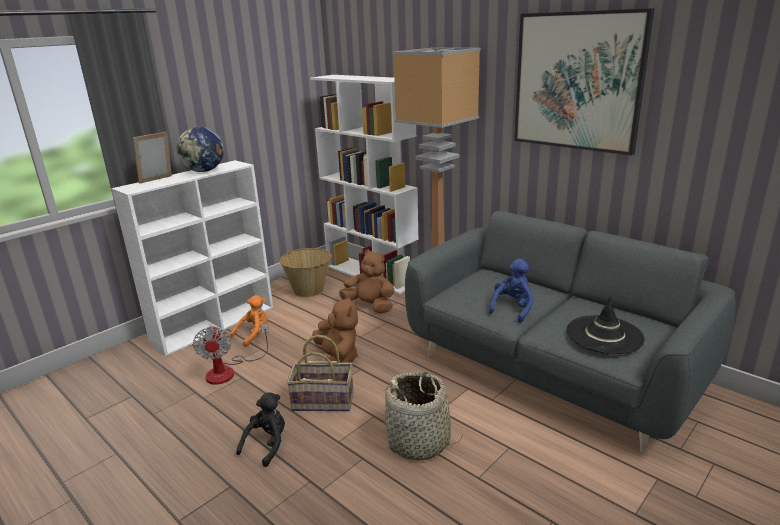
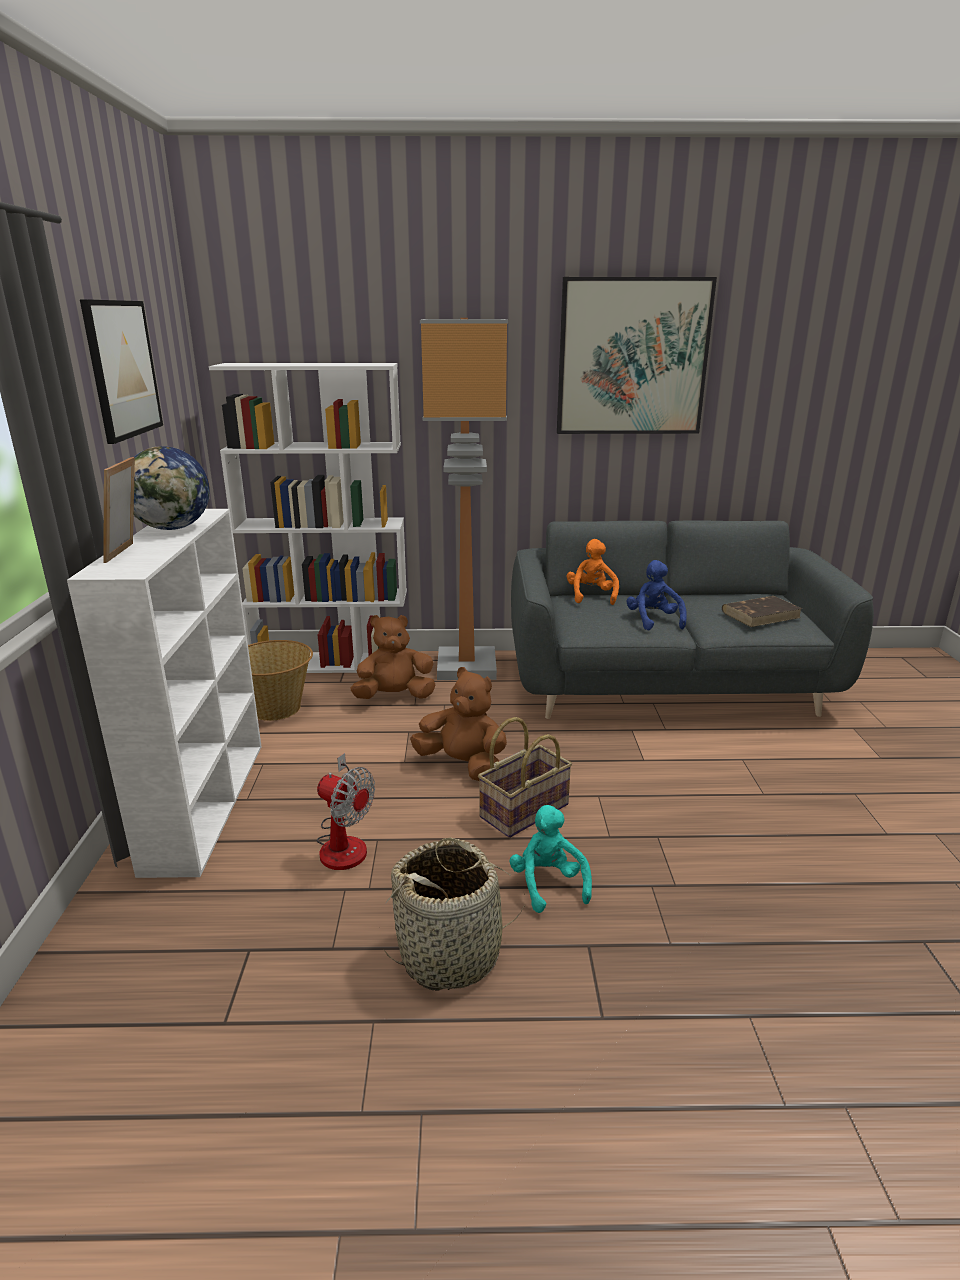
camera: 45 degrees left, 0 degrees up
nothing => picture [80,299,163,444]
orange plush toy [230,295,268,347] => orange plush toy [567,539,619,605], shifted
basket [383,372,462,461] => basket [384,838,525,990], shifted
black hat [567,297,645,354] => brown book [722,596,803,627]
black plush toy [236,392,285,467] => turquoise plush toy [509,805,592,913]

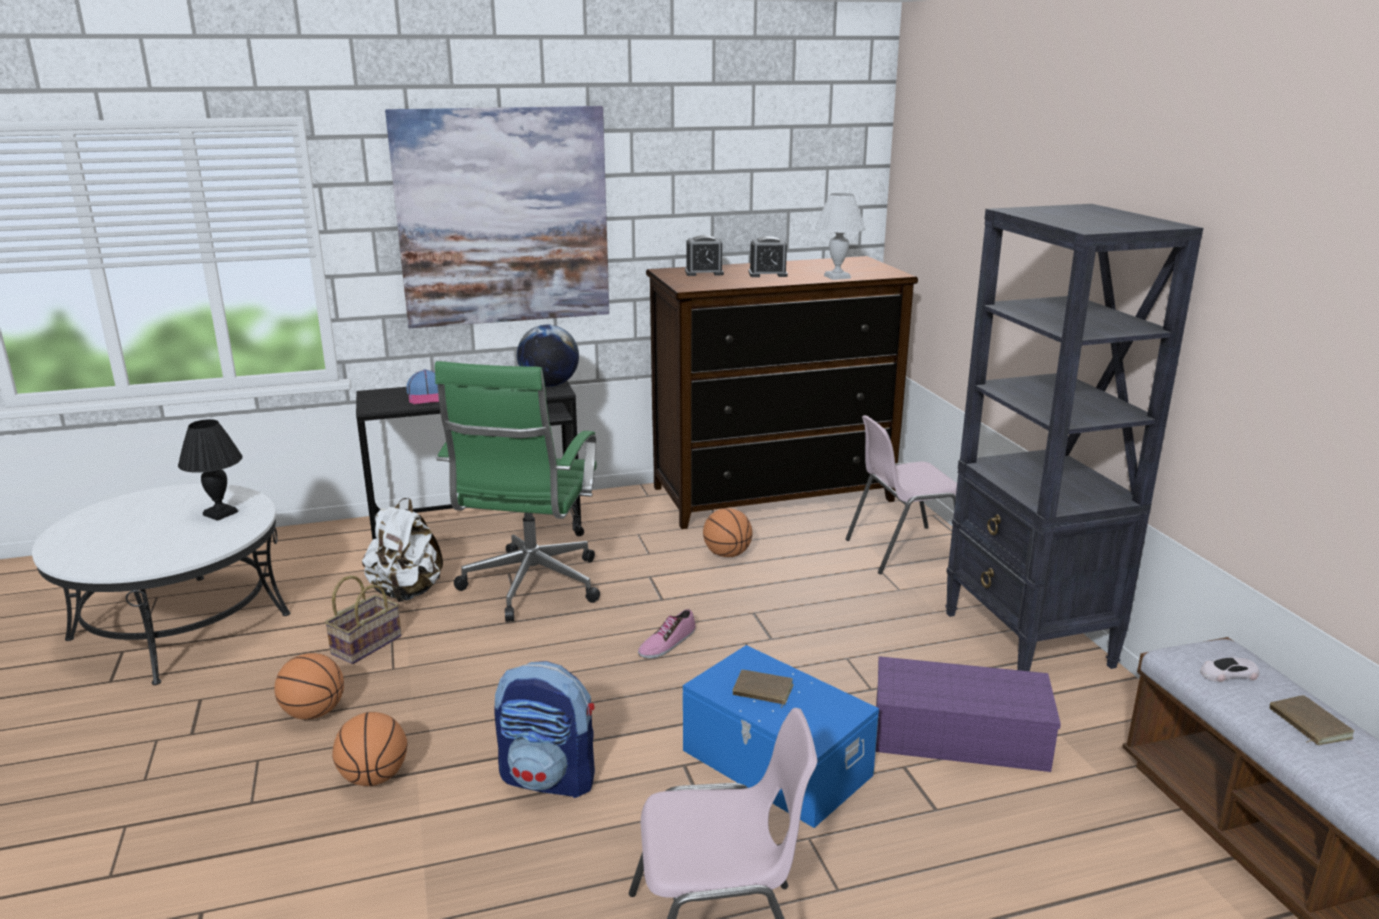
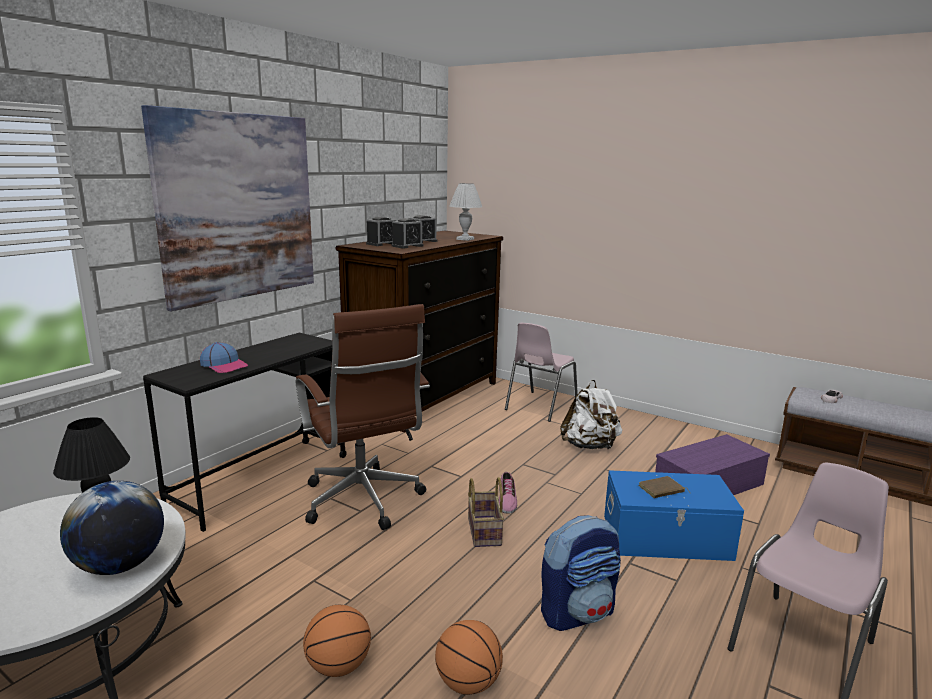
camera: 40 degrees left, 5 degrees down
basketball [703,508,753,557] => nothing
black bookcase [945,204,1203,671] => nothing
brown book [1270,695,1354,745] => nothing
nothing => alarm clock [391,218,423,248]
basket [325,575,402,664] => basket [468,477,504,547], shifted
white backpack [362,497,443,602] => white backpack [560,380,622,449], shifted
globe [517,324,579,387] => globe [60,481,164,575], shifted
green office chair [435,361,600,622] => brown office chair [296,304,430,530]

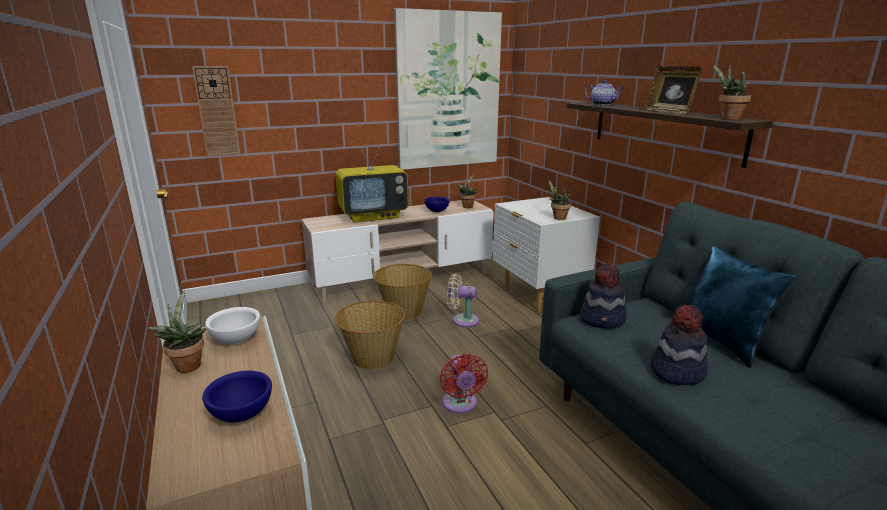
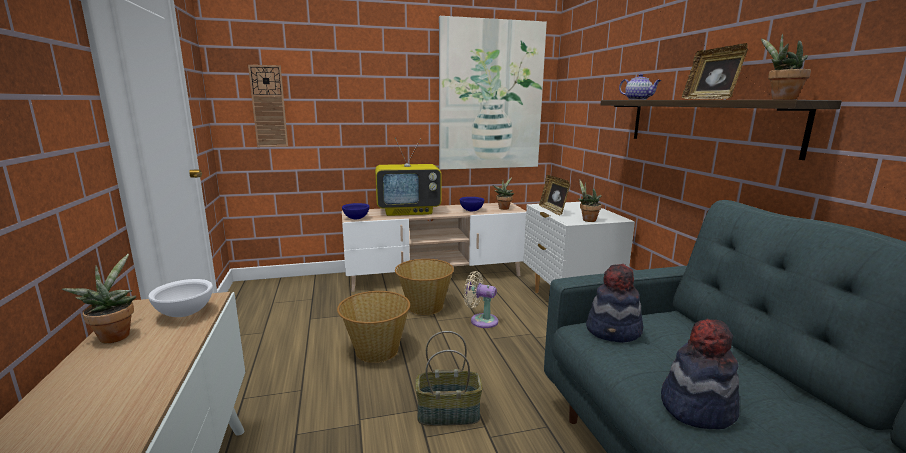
camera: 10 degrees right, 5 degrees down
blue pillow [687,246,795,368] => nothing
nothing => picture frame [539,175,570,216]
blue bowl [202,371,272,423] => blue bowl [342,203,370,219], shifted
red fan [440,354,488,414] => basket [416,331,483,426]

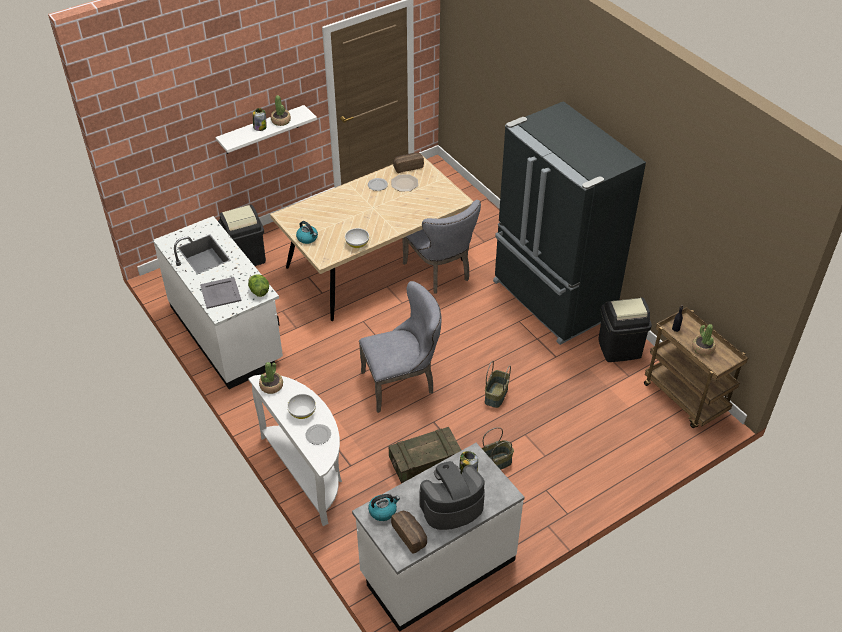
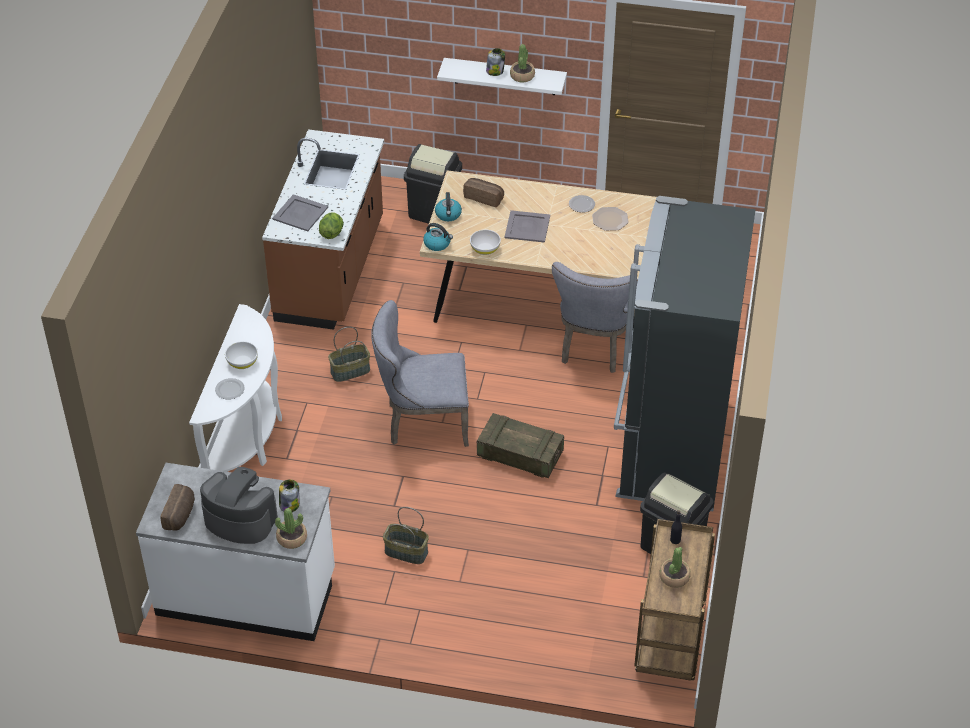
camera: 45 degrees right, 0 degrees up
nothing => grey tray [505,210,550,243]
potted plant [259,362,283,394] => potted plant [275,508,307,549], shifted
kettle [368,494,400,521] => kettle [423,223,453,251], shifted
crate [389,427,462,483] => crate [477,413,564,478], shifted
bread [393,153,424,173] => bread [463,178,504,207], shifted
basket [485,360,511,408] => basket [328,327,370,382], shifted
white counter [153,216,283,389] => brown counter [262,129,384,330]
grey chair [359,281,442,413] => grey chair [371,300,469,447], 150 degrees clockwise

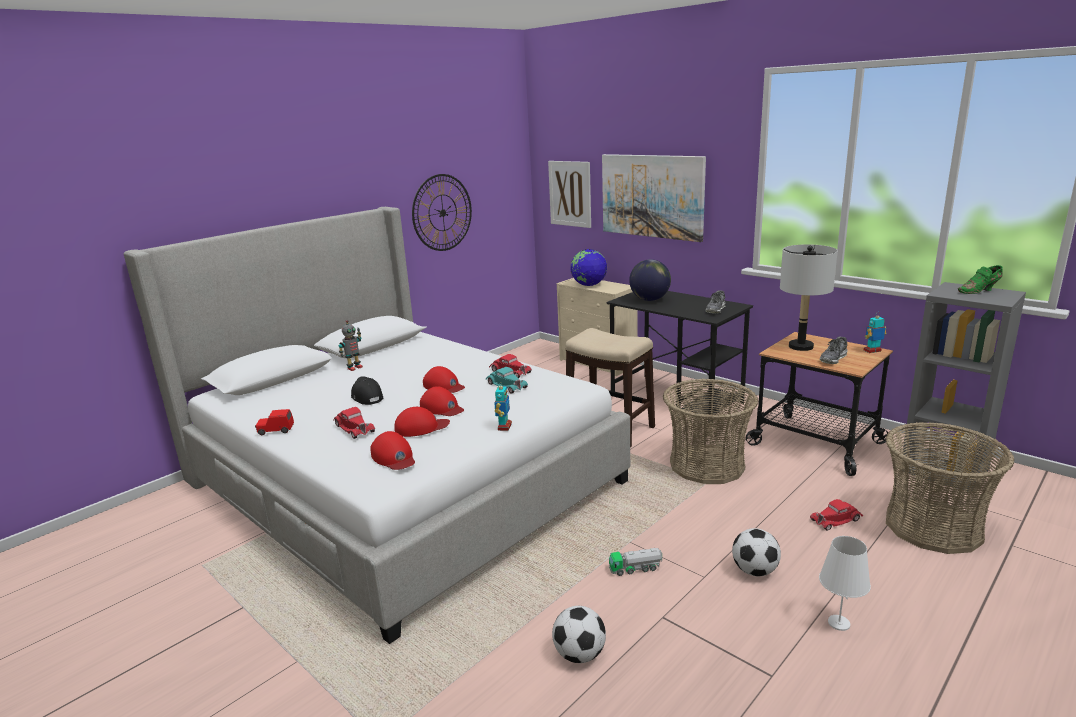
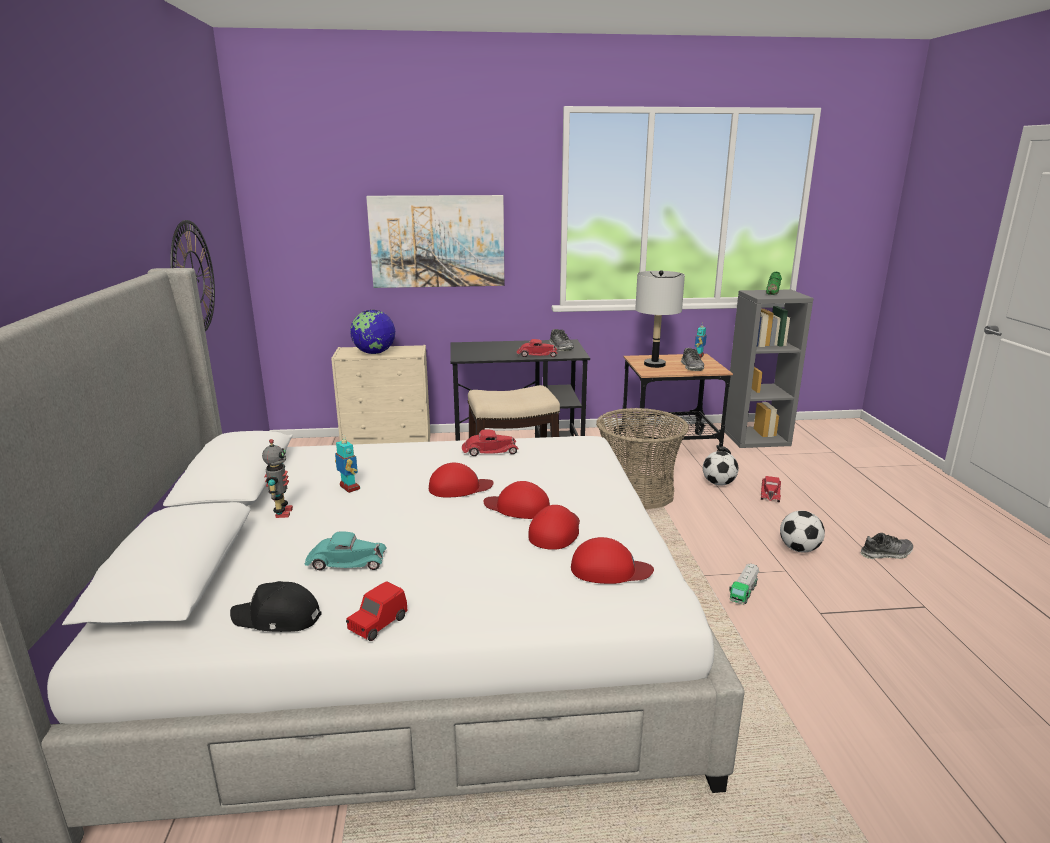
camera: 50 degrees left, 0 degrees up
picture [548,161,591,228] => nothing
globe [629,259,671,301] => nothing
basket [886,422,1015,554] => nothing
red toy car [333,407,375,439] => red toy car [517,339,558,357], shifted
black cap [351,376,383,405] => black cap [230,581,322,632], shifted
turquoise toy car [485,367,528,394] => turquoise toy car [305,531,387,570], shifted
toy robot [494,381,512,431] => toy robot [335,434,360,493], shifted
football [552,606,606,663] => football [703,451,738,486], shifted
white table lamp [819,536,871,631] => shoe [861,533,913,559]
red cap [420,386,464,416] => red cap [483,481,550,519], 150 degrees counterclockwise

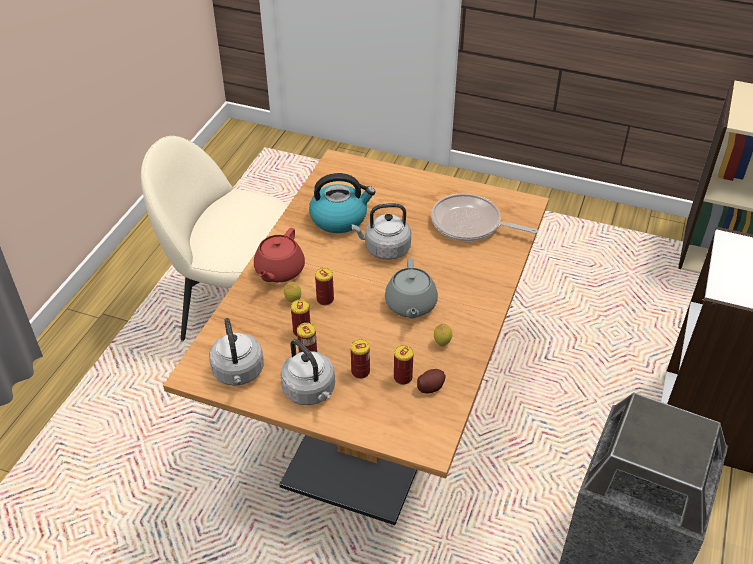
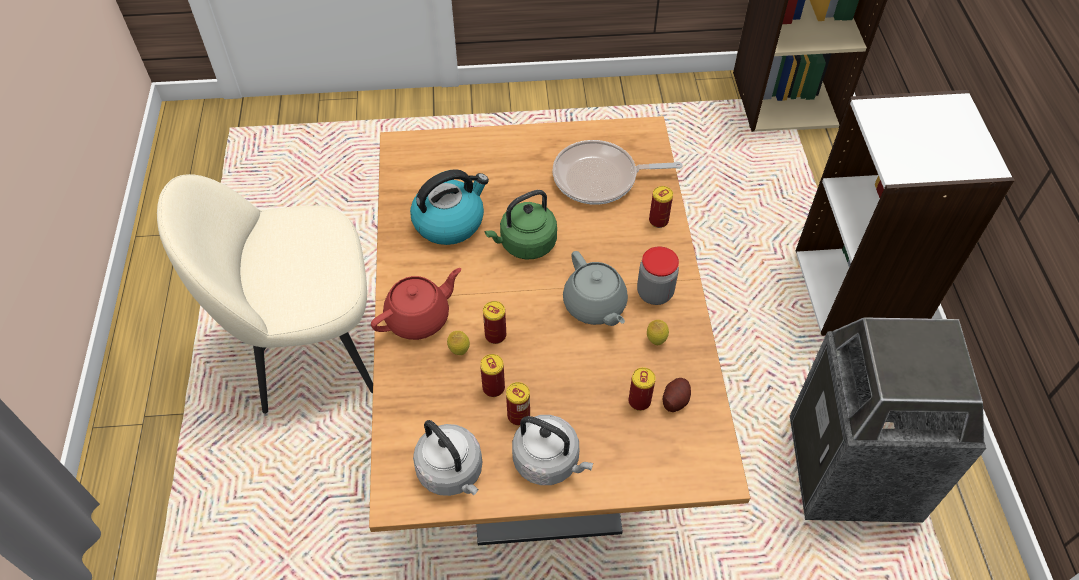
camera: 25 degrees left, 10 degrees up
nothing => jar [637,246,679,305]
can [351,339,370,379] => can [649,186,673,228], shifted
grey kettle [351,203,411,260] => green kettle [485,190,557,260]
red teapot [254,228,305,282] => red teapot [371,268,461,340], 120 degrees counterclockwise

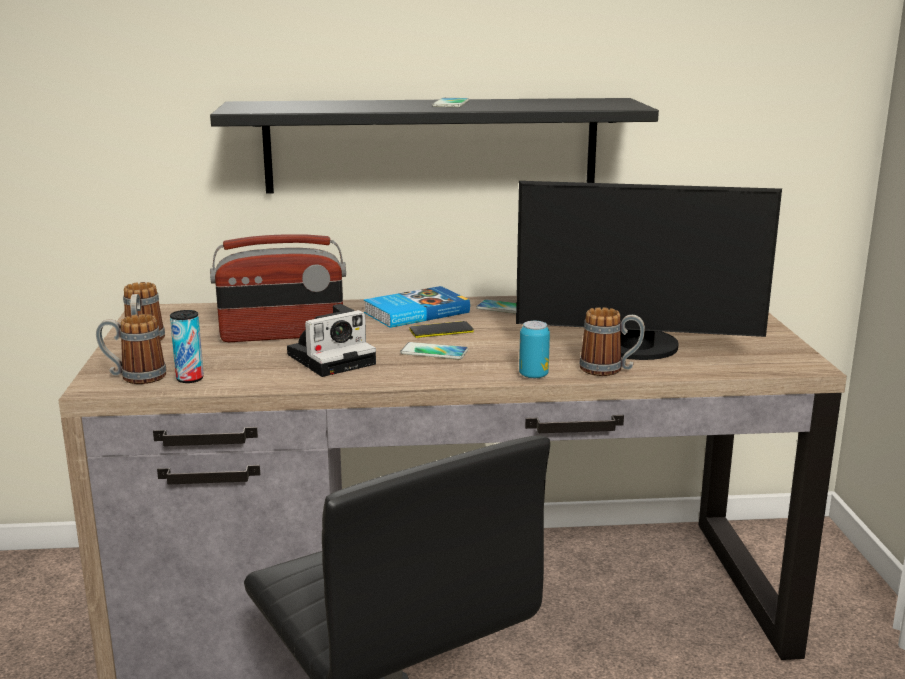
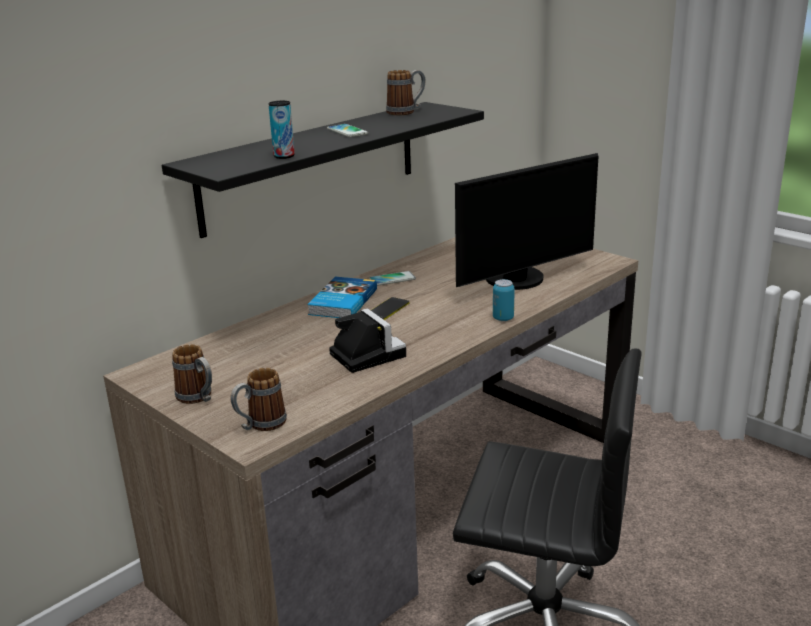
camera: 40 degrees left, 5 degrees up
radio [210,234,346,342] => nothing
phone [400,342,468,360] => nothing
can [170,310,204,383] => can [268,101,295,159], shifted
mug [579,307,645,376] => mug [386,70,425,116], shifted
photo camera [287,304,376,377] => photo camera [329,308,406,373], 45 degrees counterclockwise

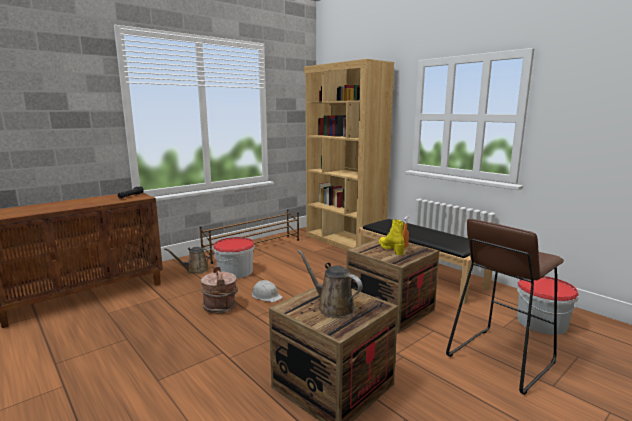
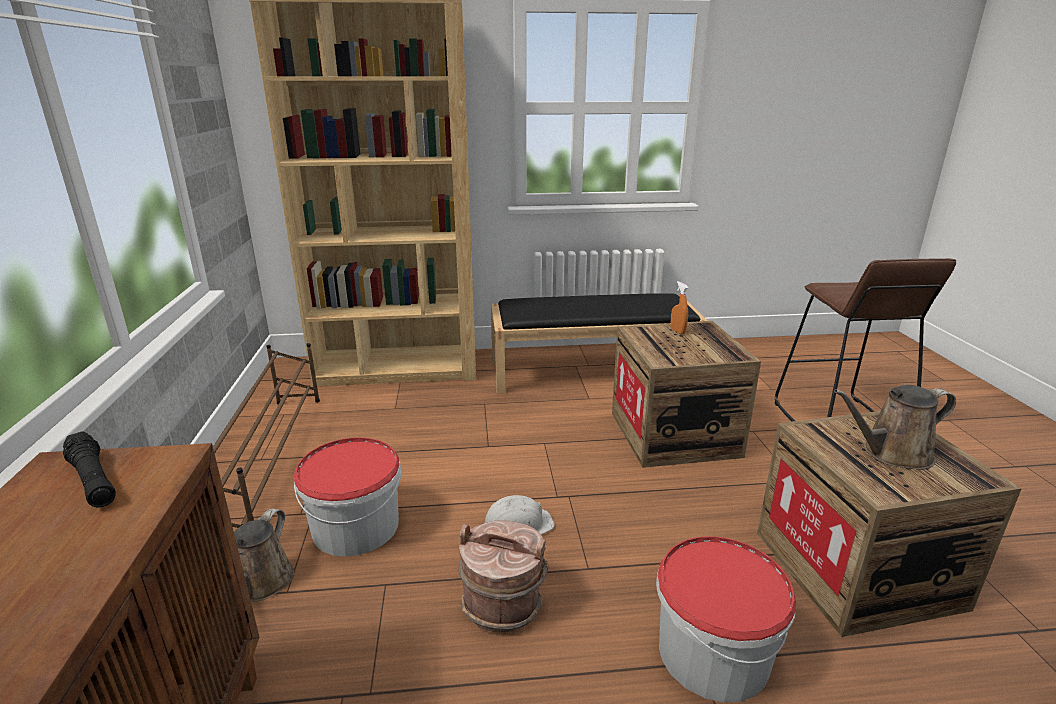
camera: 55 degrees left, 10 degrees up
yellow boot [379,219,404,255] => nothing
bucket [517,276,579,335] => bucket [656,536,796,703], shifted

